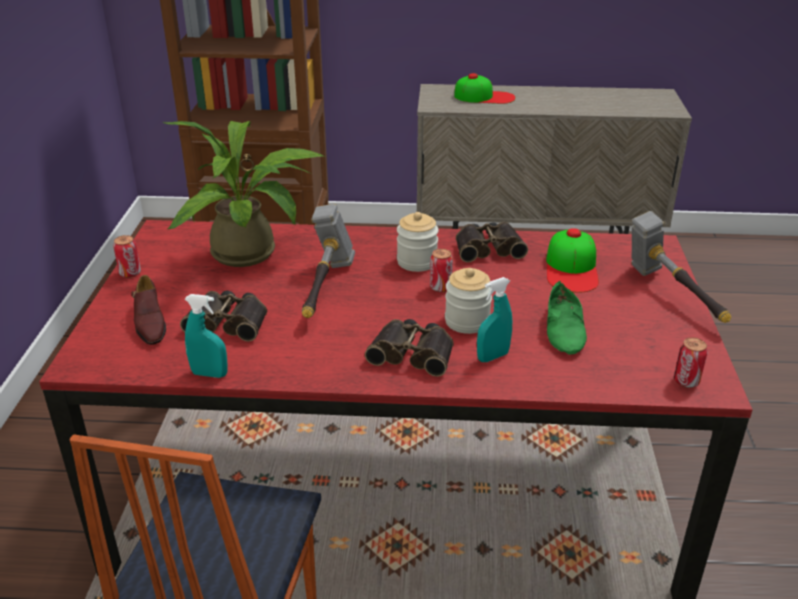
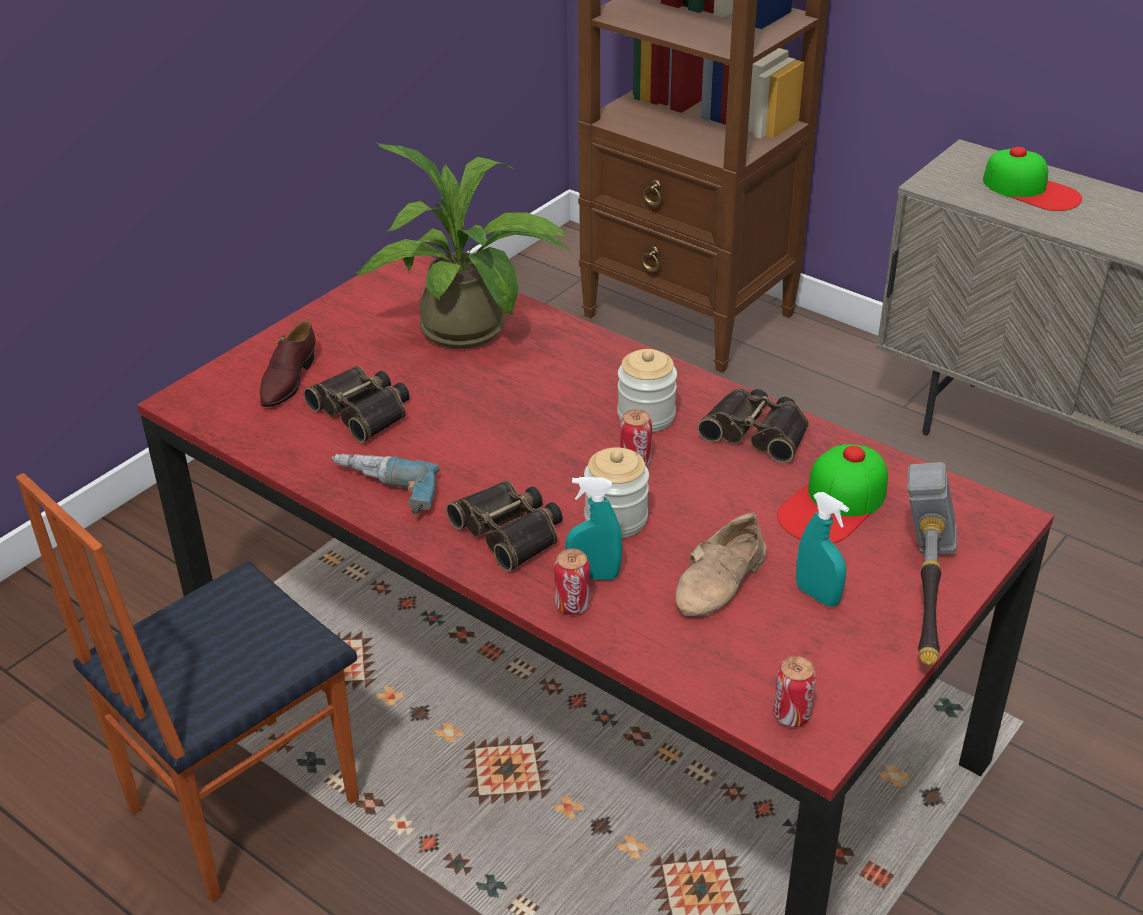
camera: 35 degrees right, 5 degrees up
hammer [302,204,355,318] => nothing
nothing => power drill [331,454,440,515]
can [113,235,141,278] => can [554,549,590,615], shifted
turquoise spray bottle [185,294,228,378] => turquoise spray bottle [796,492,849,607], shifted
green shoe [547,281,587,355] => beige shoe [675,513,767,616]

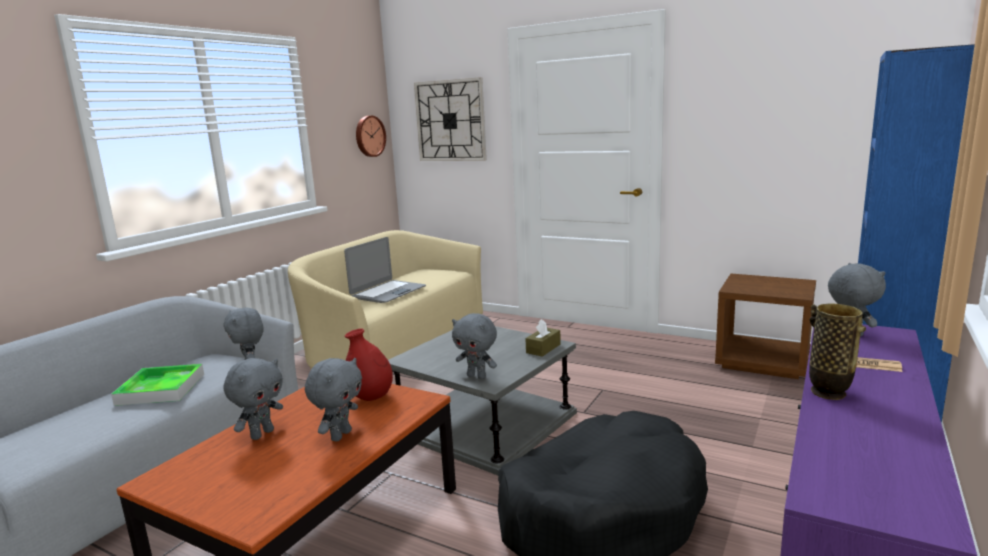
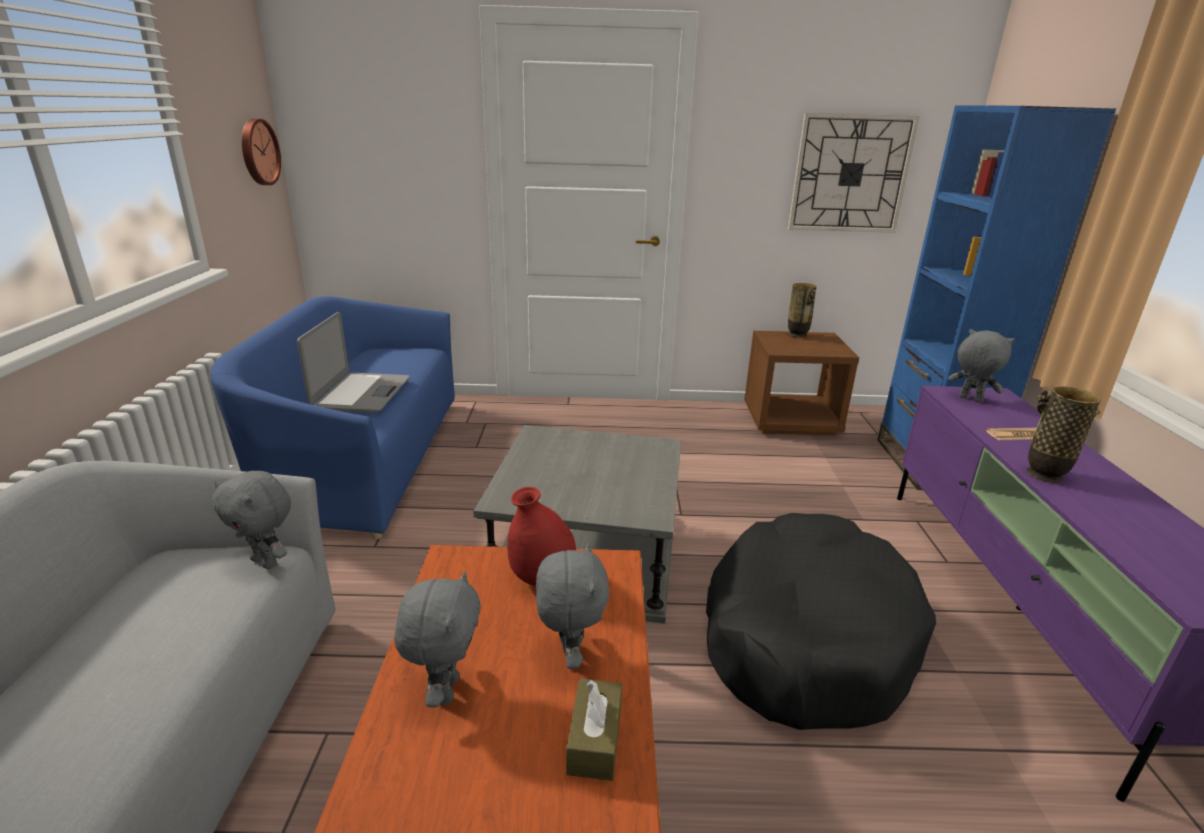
camera: 30 degrees left, 10 degrees up
tray [111,364,204,406] => nothing
grey plush toy [452,313,497,379] => nothing
nothing => vase [788,283,817,338]
wall clock [414,77,487,161] => wall clock [788,113,920,233], shifted
brown tissue box [525,319,561,357] => brown tissue box [566,679,622,781], shifted
beige sofa [288,230,483,369] => blue sofa [210,296,455,539]

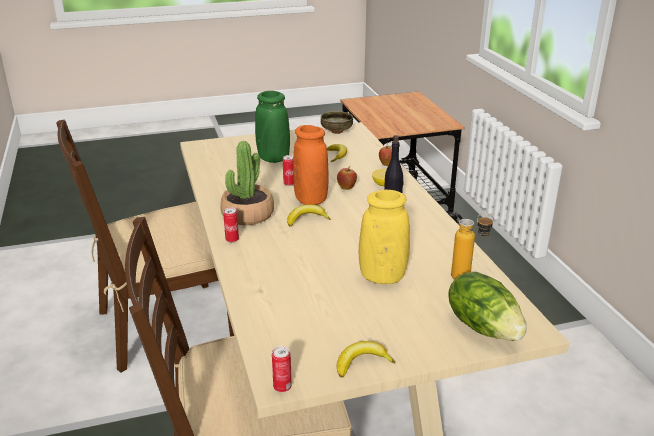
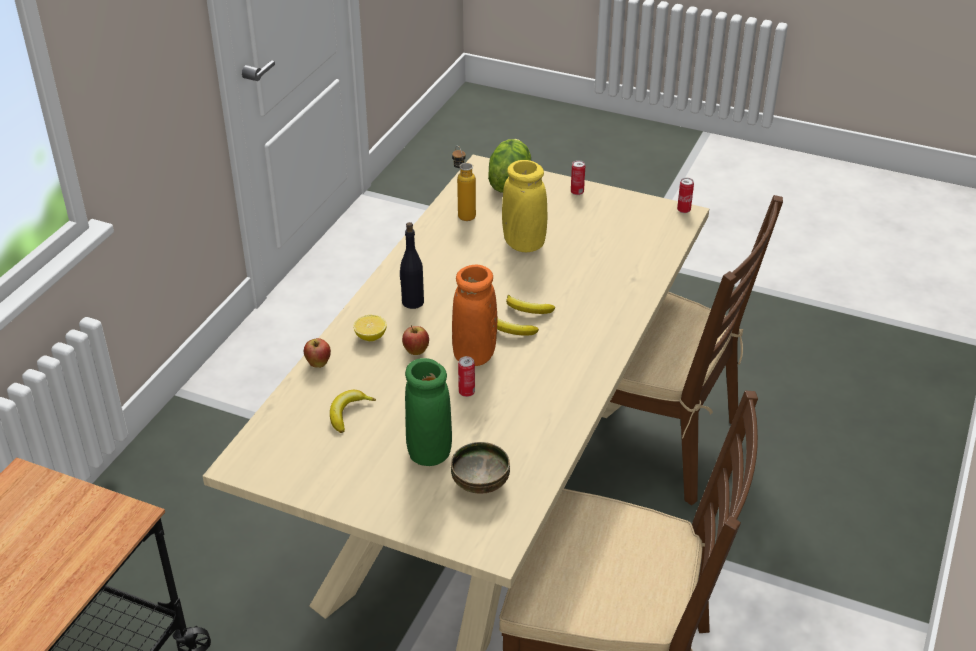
camera: 140 degrees left, 10 degrees up
potted plant [220,141,274,225] => nothing
can [223,207,239,243] => can [571,160,585,195], shifted
bowl [321,111,353,134] => bowl [451,442,510,494], shifted
banana [337,341,395,378] => banana [506,295,555,314], shifted

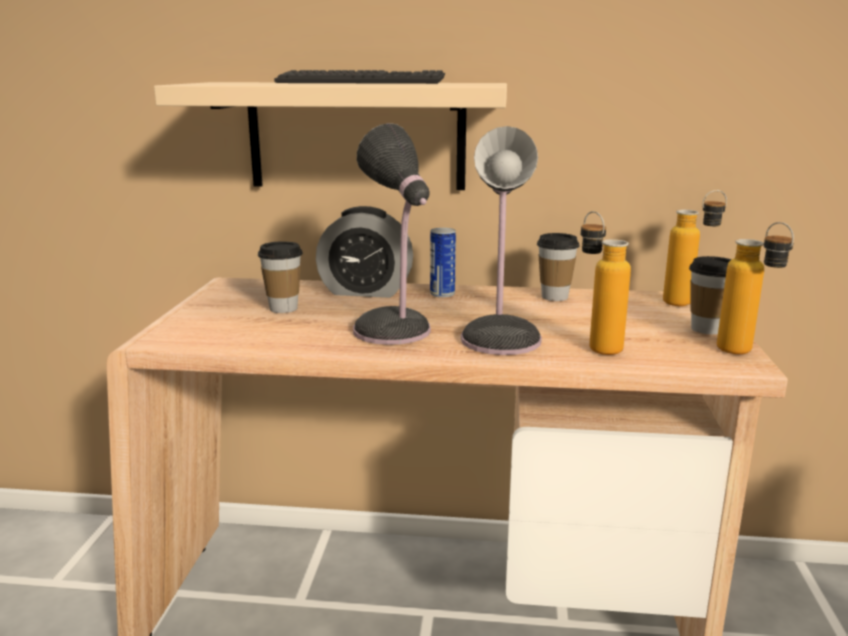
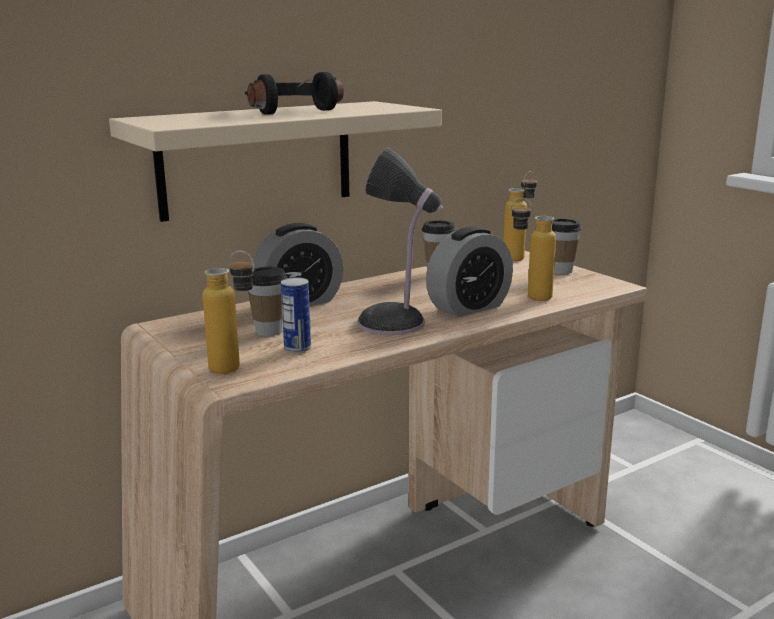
camera: 40 degrees left, 0 degrees up
can [430,228,456,298] => can [281,277,311,353], shifted
bottle [717,222,794,354] => bottle [202,250,254,374], shifted
keyboard [274,70,445,84] => black headphones [245,72,344,115]
table lamp [461,126,542,355] => alarm clock [426,226,513,317]

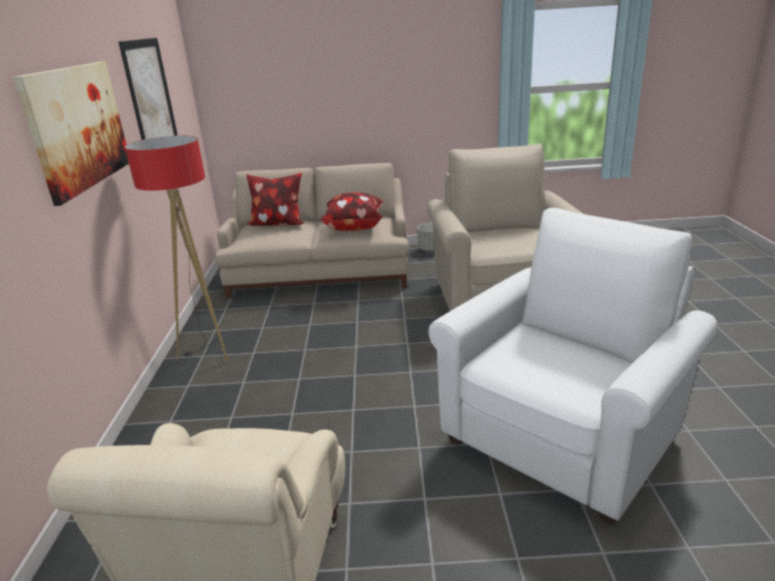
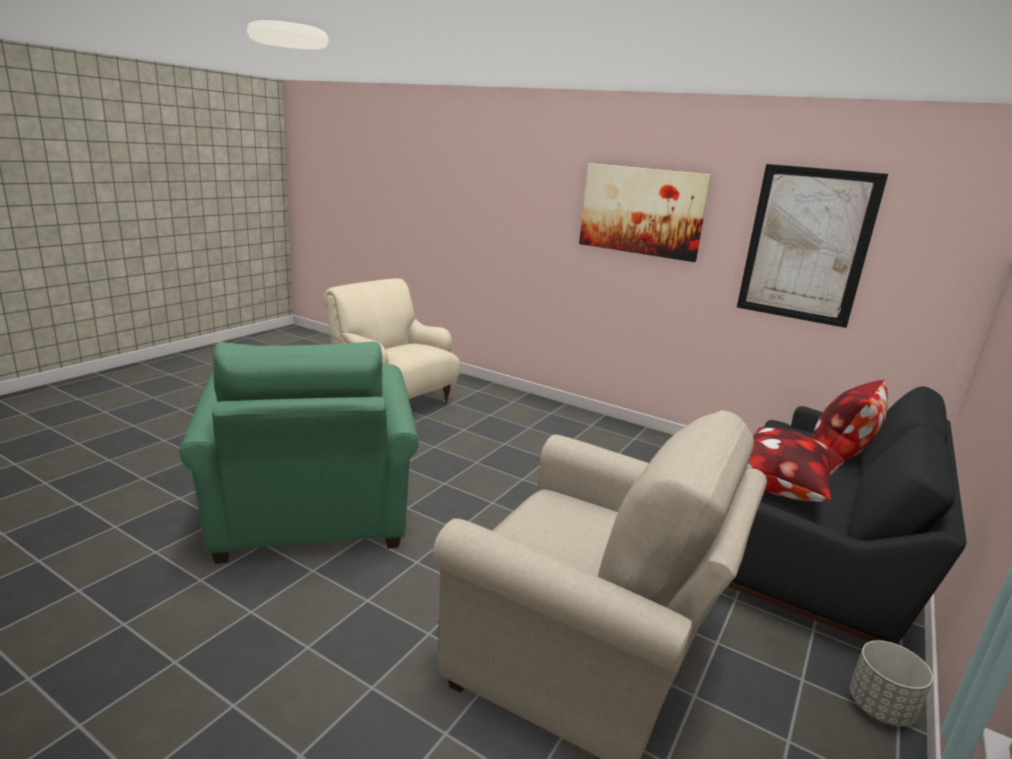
camera: 120 degrees right, 5 degrees down
floor lamp [125,135,228,362] => nothing
beige sofa [215,163,409,299] => black sofa [728,386,967,644]
white armchair [429,208,717,526] => green armchair [179,341,419,564]

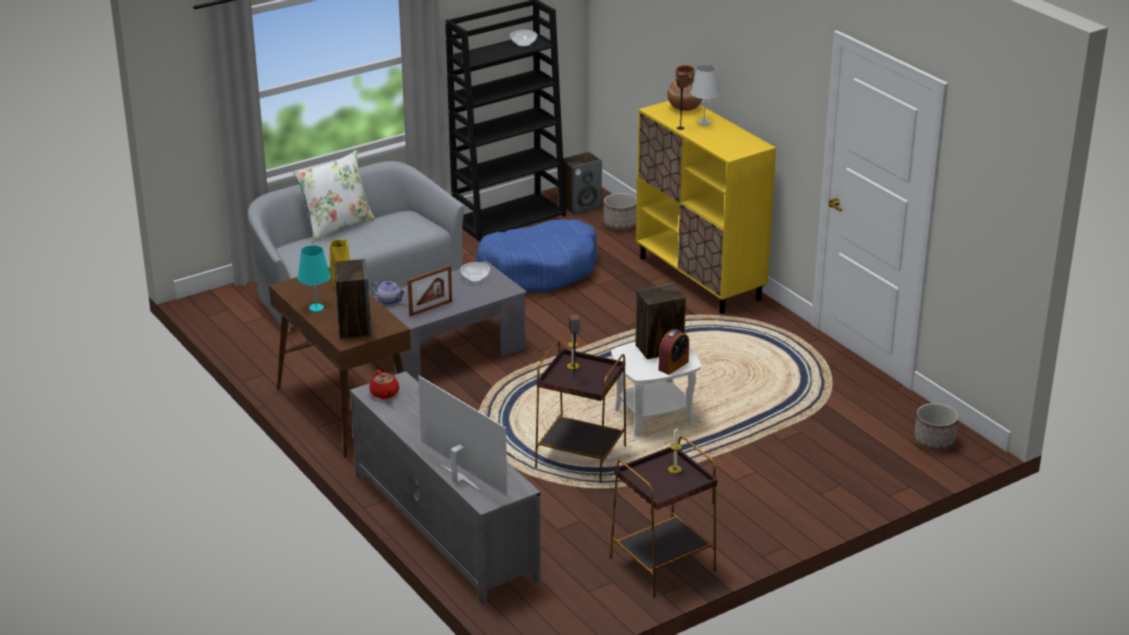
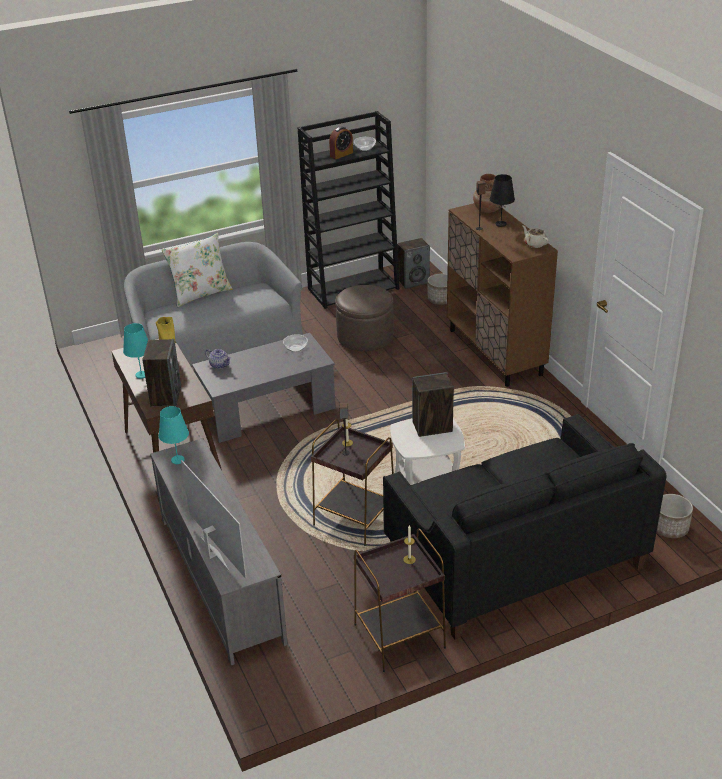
camera: 10 degrees right, 5 degrees up
picture frame [408,265,452,317] => nothing
nothing => black sofa [383,414,667,640]
nothing => beige teapot [522,225,549,248]
alarm clock [659,329,689,375] => alarm clock [329,127,353,159], shifted
red teapot [369,370,399,399] => turquoise table lamp [159,406,189,464]
blue dog bed [476,219,597,292] => brown ottoman [335,285,394,351]
yellow cabinet [636,101,776,314] => brown cabinet [447,203,558,387]
white table lamp [691,64,720,125] => black table lamp [490,174,515,227]

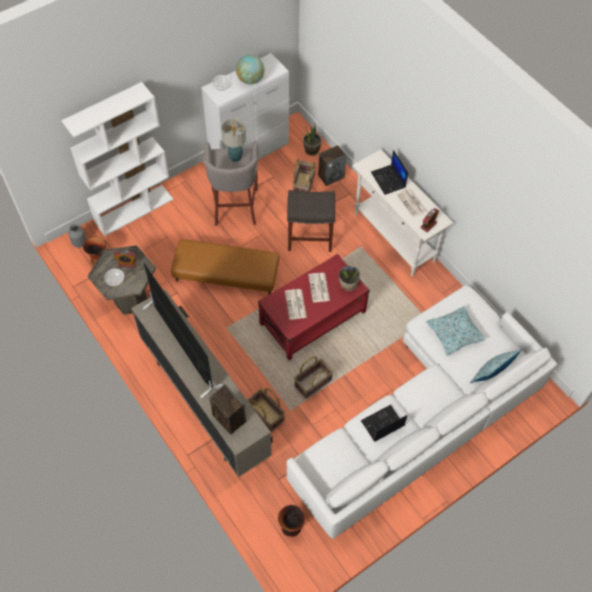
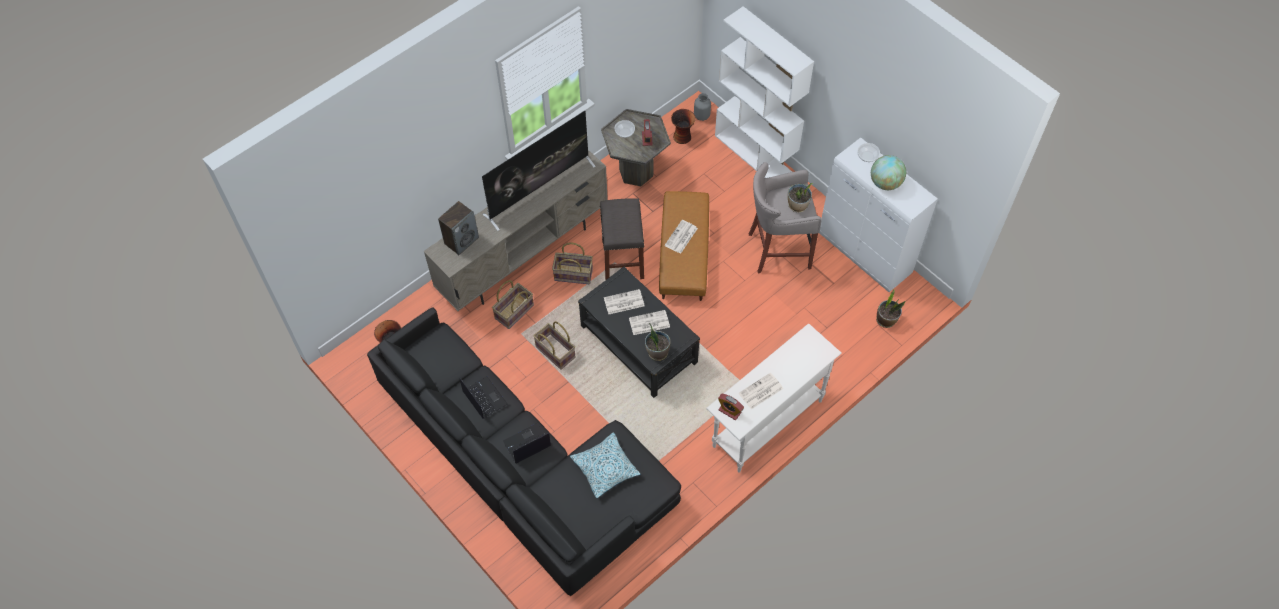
camera: 85 degrees right, 0 degrees up
speaker [318,145,346,186] => nothing
pillow [470,349,522,383] => nothing
nothing => newspaper [665,220,698,254]
grey stool [287,190,335,252] => grey stool [600,198,645,280], shifted
basket [293,158,316,192] => basket [552,242,593,284], shifted
laptop [371,150,408,195] => laptop [503,423,551,463], shifted
table lamp [221,118,246,162] => potted plant [788,183,813,212]
red coffee table [258,254,370,360] => black coffee table [578,267,700,398]
white sofa [287,285,557,539] => black sofa [367,307,681,596]

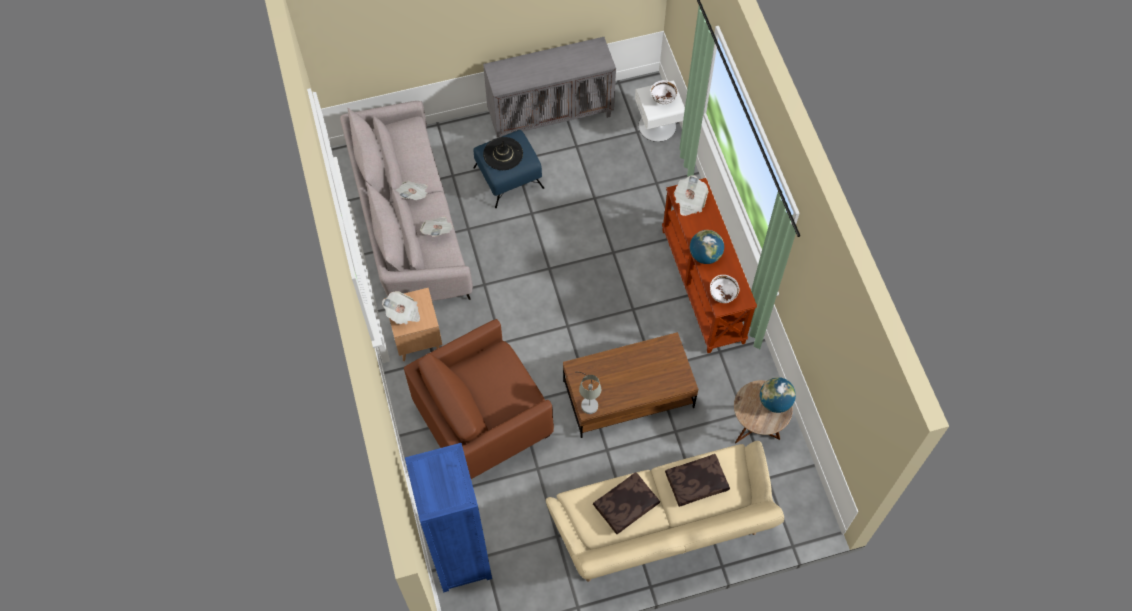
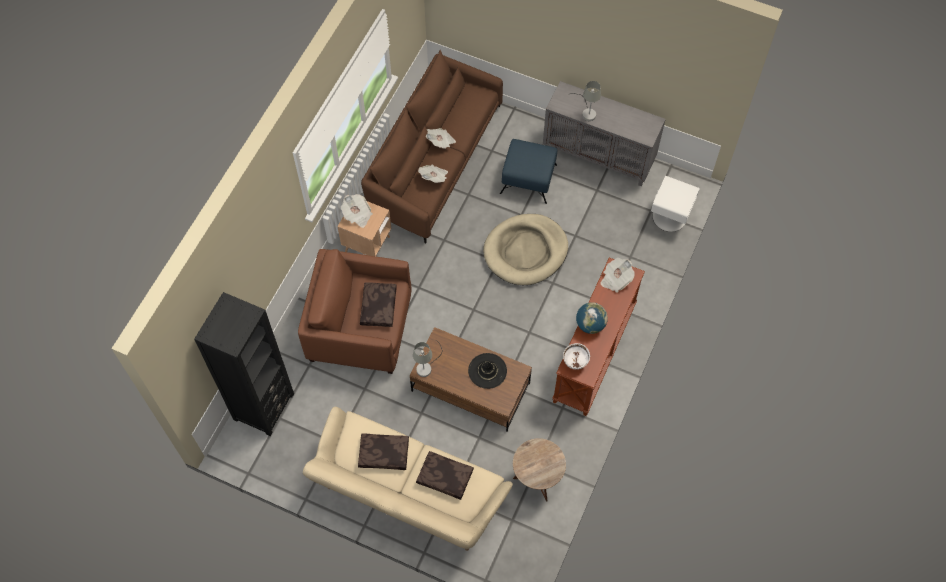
camera: 40 degrees right, 0 degrees up
white bowl [651,80,678,104] => nothing
globe [760,377,796,413] => nothing
nothing => brown pillow [360,282,397,327]
nothing => beige dog bed [483,214,568,285]
nothing => grey table lamp [571,81,601,121]
black hat [483,137,523,170] => black hat [468,353,507,389], shifted
grey sofa [340,101,473,301] => brown sofa [361,50,503,243]
blue bookcase [405,443,492,592] => black bookcase [194,292,294,436]

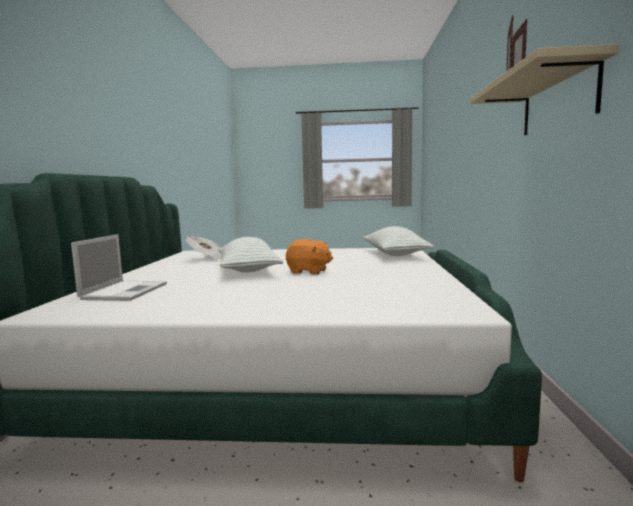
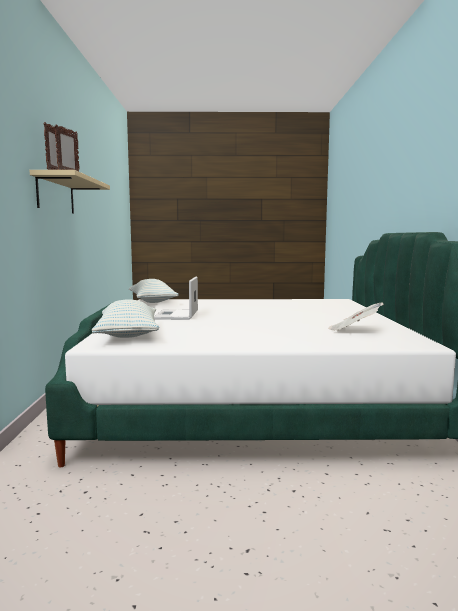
camera: 175 degrees right, 0 degrees up
orange plush toy [286,239,333,275] => nothing
laptop [71,234,167,301] => laptop [154,277,198,320], shifted
pillow [218,237,283,273] => pillow [129,279,179,303], shifted

